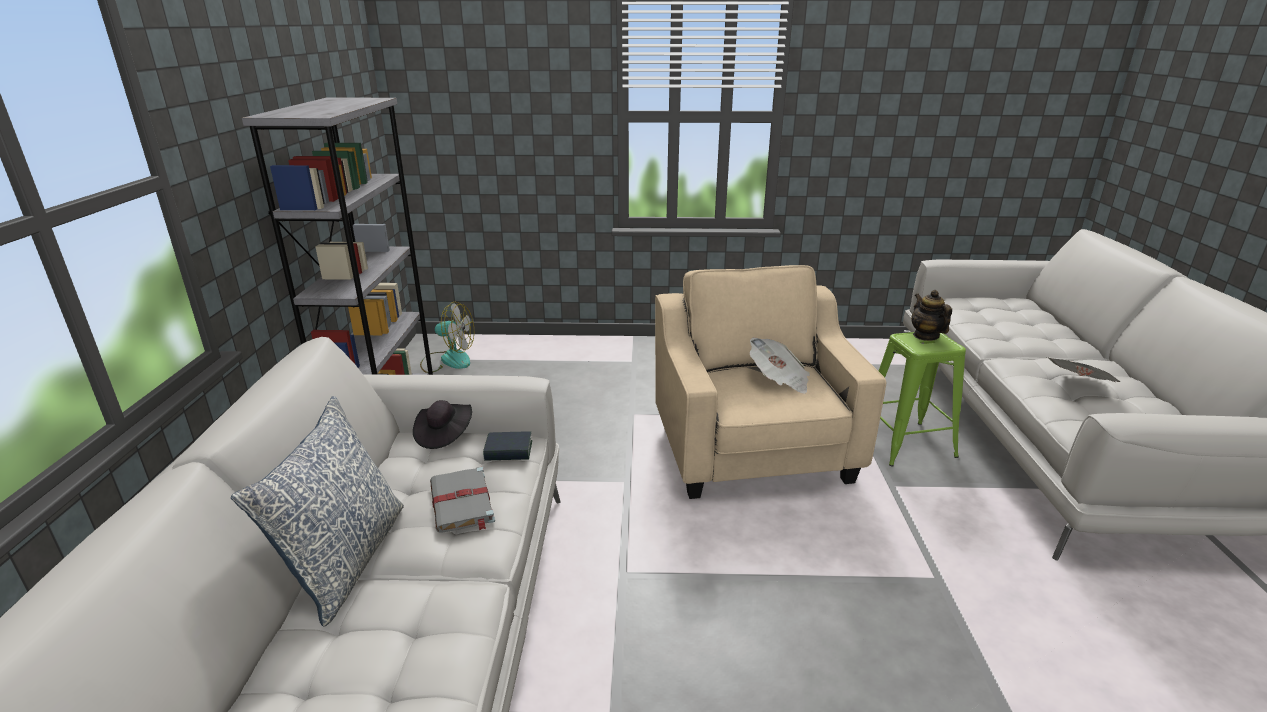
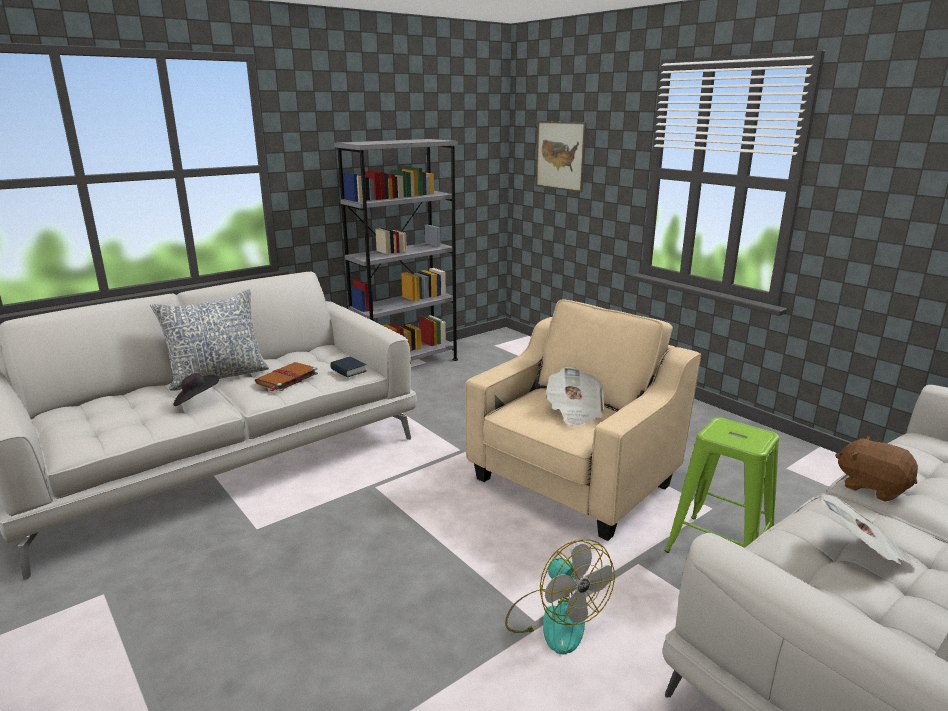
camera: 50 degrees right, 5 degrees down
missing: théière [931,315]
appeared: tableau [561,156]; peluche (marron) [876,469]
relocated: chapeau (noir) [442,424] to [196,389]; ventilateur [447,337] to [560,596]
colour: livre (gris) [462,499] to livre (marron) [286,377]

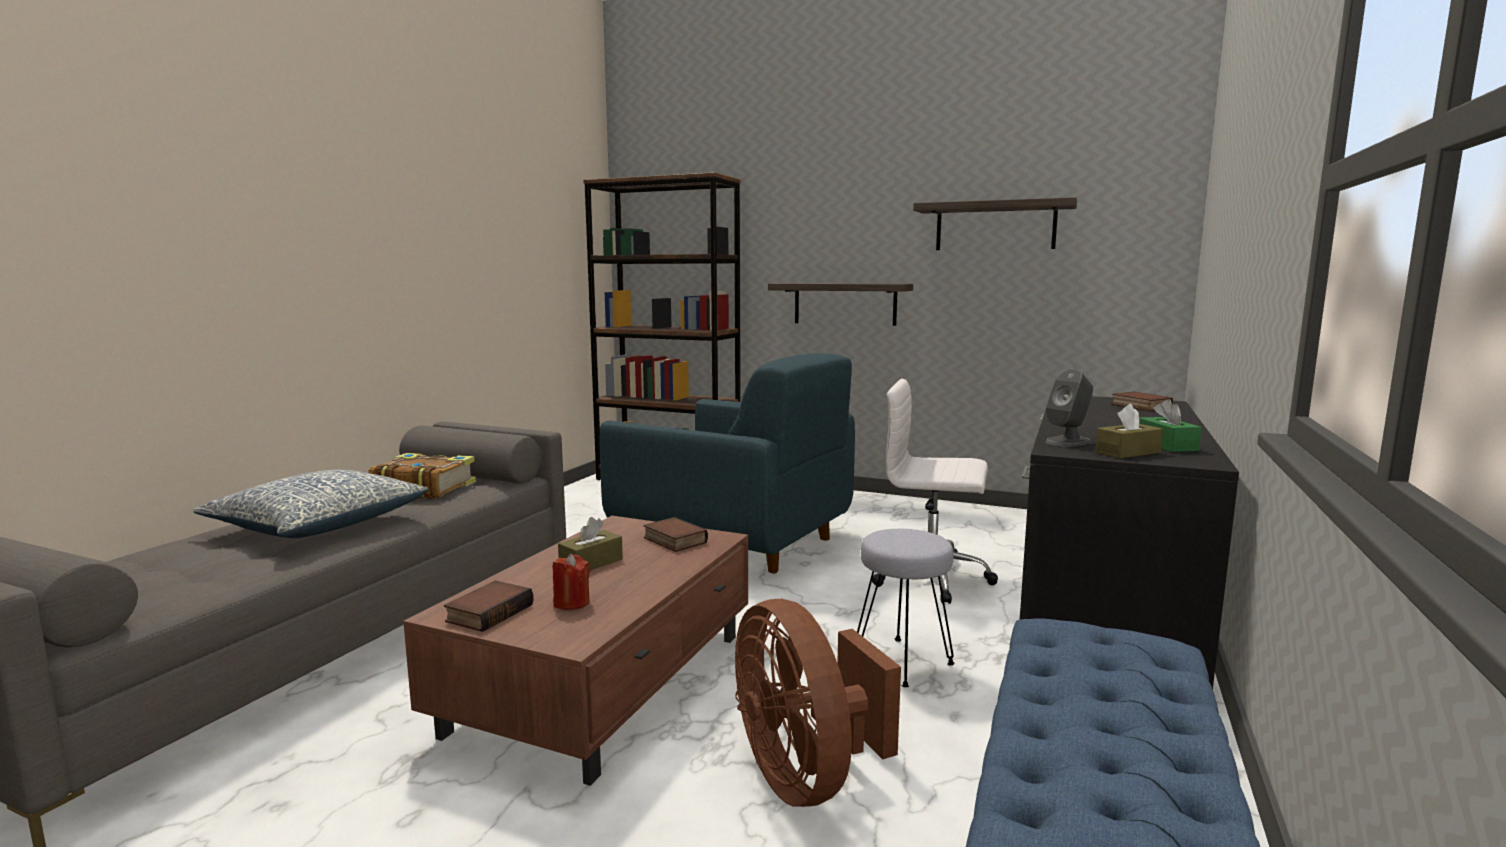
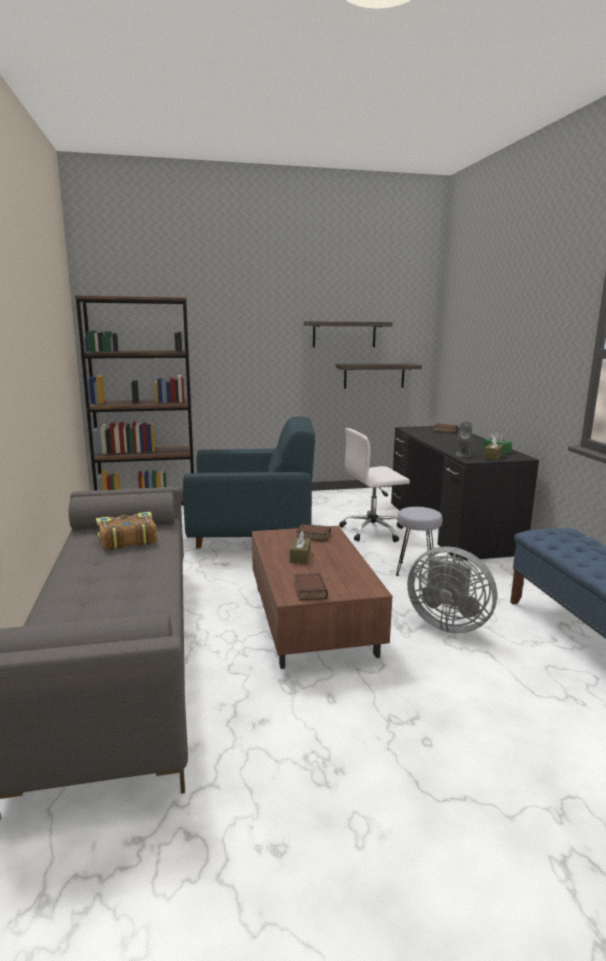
camera: 35 degrees left, 5 degrees up
missing: coussin [311,504]; bougie (rouge) [571,582]
relocated: étagère [840,304] to [379,376]
colour: ventilateur (marron) [818,703] to ventilateur (gris) [452,589]

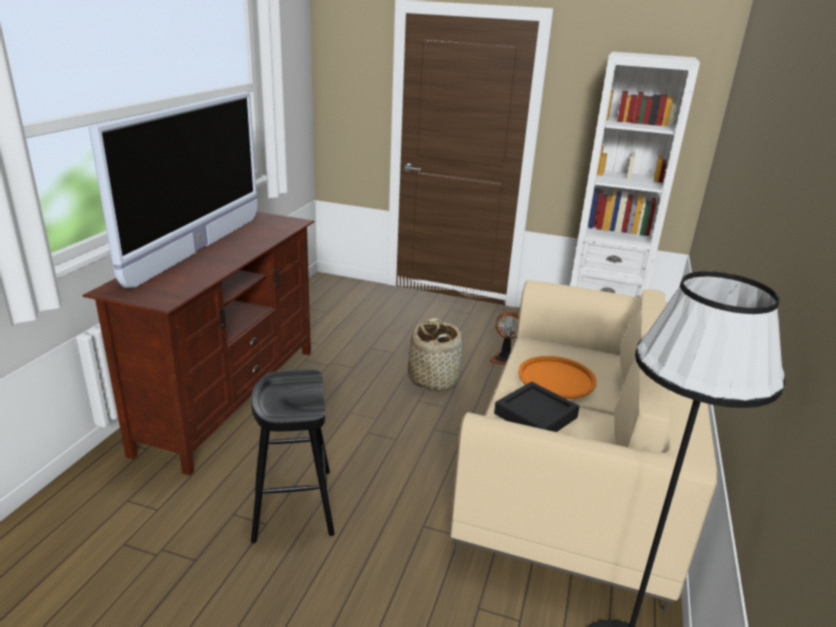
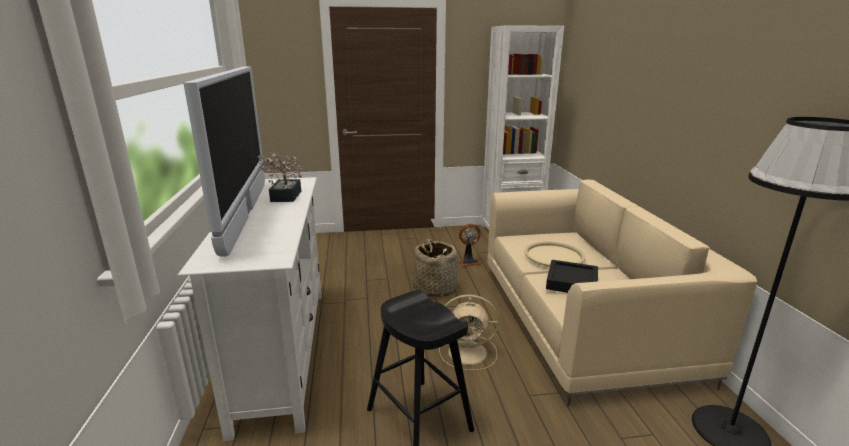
camera: 25 degrees left, 5 degrees down
appeared: plante en pot [280,177]; ventilateur (beige) [469,332]
colour: meuble télé (marron) [198,344] to meuble télé (blanc) [249,309]; plateau (orange) [557,377] to plateau (beige) [554,254]

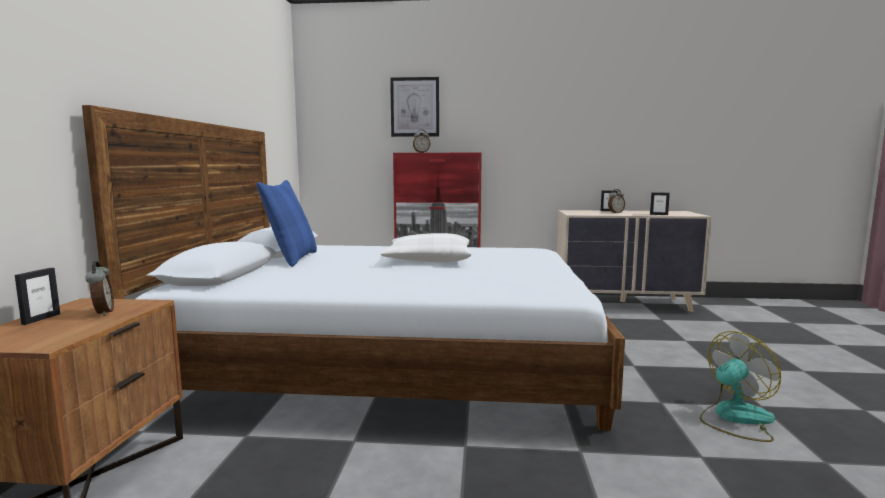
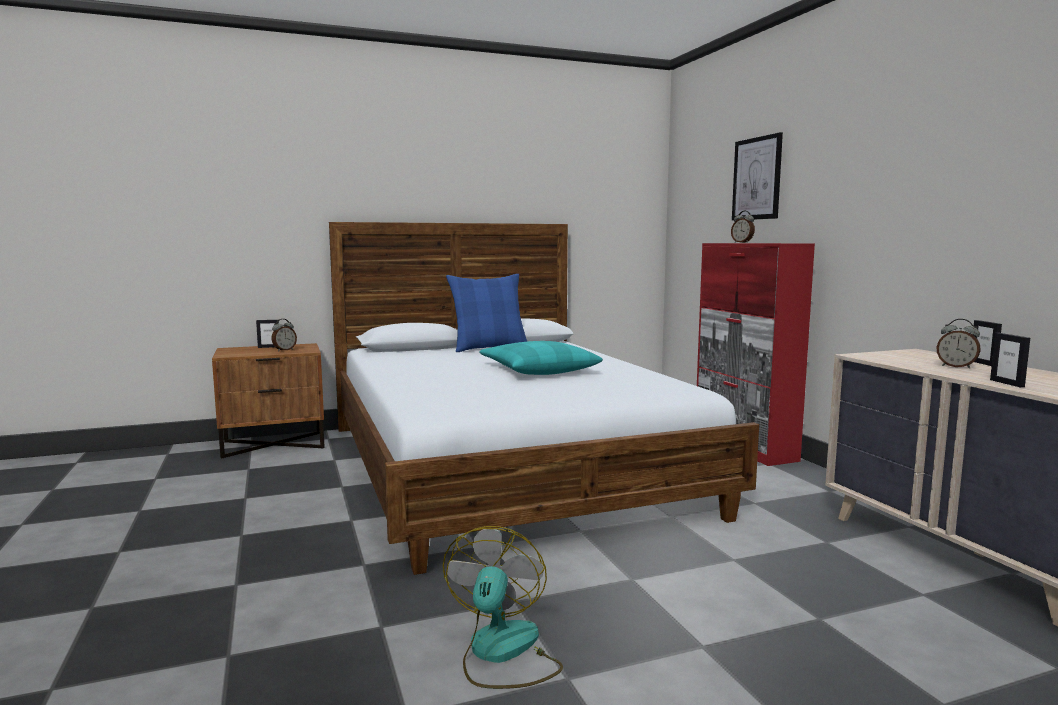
camera: 65 degrees right, 0 degrees up
colour: coussin (blanc) [426,247] to coussin (turquoise) [541,358]
spun: ventilateur [740,386] = [503,607] 120 degrees counterclockwise

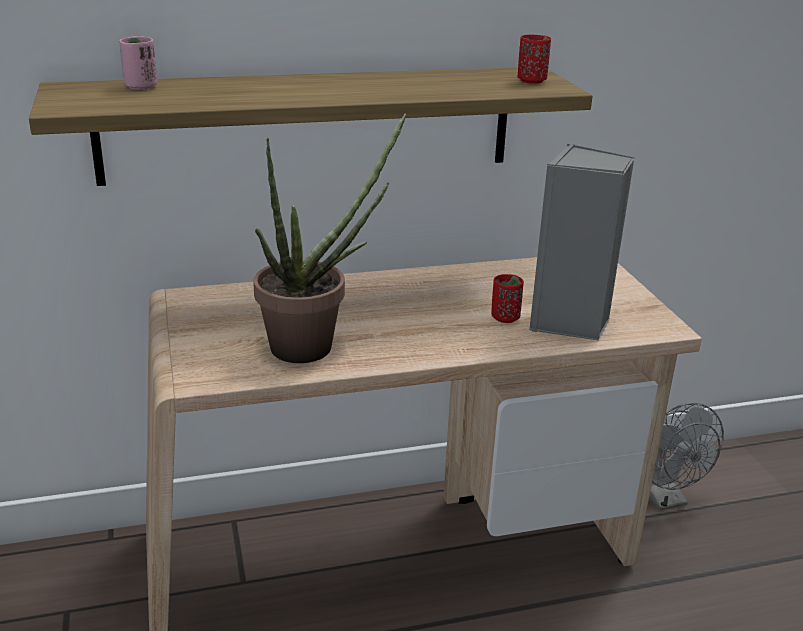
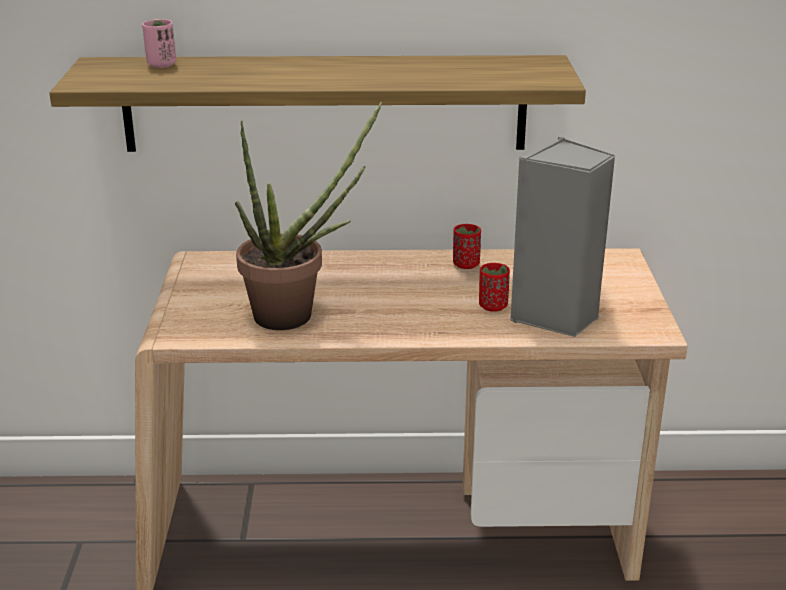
camera: 15 degrees right, 0 degrees up
missing: ventilateur (gris) [686,456]
relocated: tasse (rouge) [534,59] to [467,246]

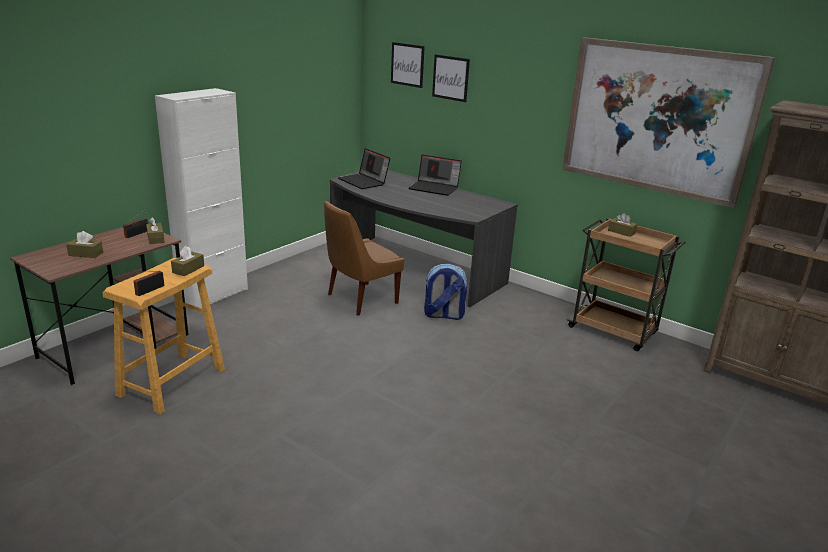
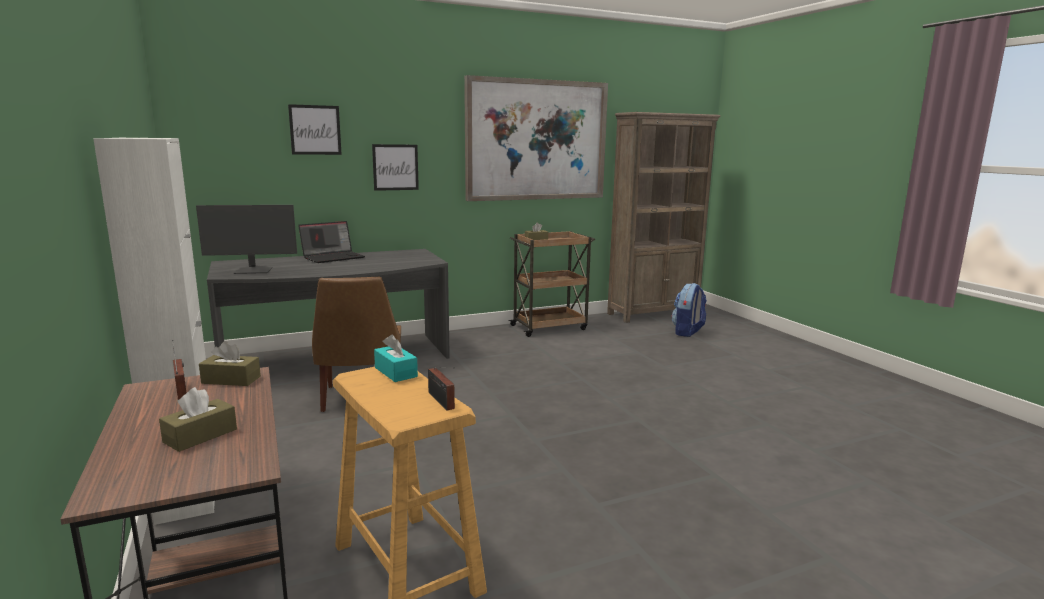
camera: 60 degrees left, 10 degrees down
relocated: tableau [408,65] to [395,167]; sac à dos [445,292] to [689,310]
exchanged: ordinateur portable [364,168] to écran d'ordinateur [246,239]
colour: boîte à mouchoirs (marron) [187,261] to boîte à mouchoirs (turquoise) [396,358]

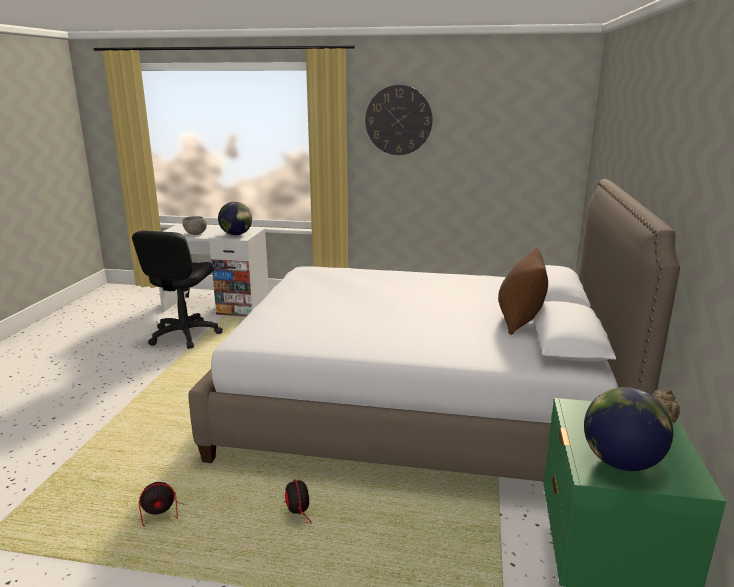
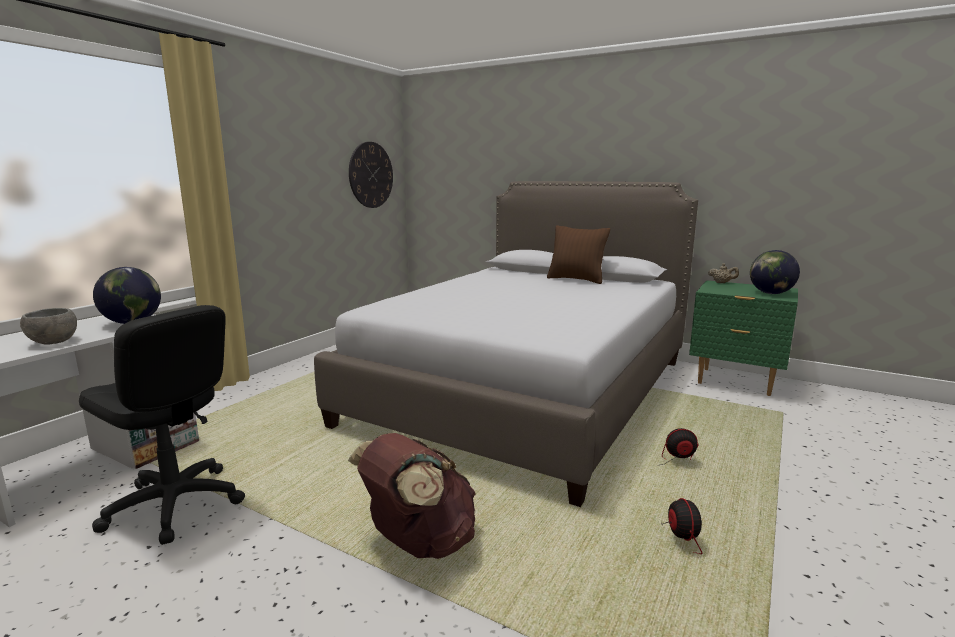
camera: 70 degrees left, 5 degrees down
appeared: sac à dos (marron) [412,496]
relocated: horloge murale [399,120] to [371,175]

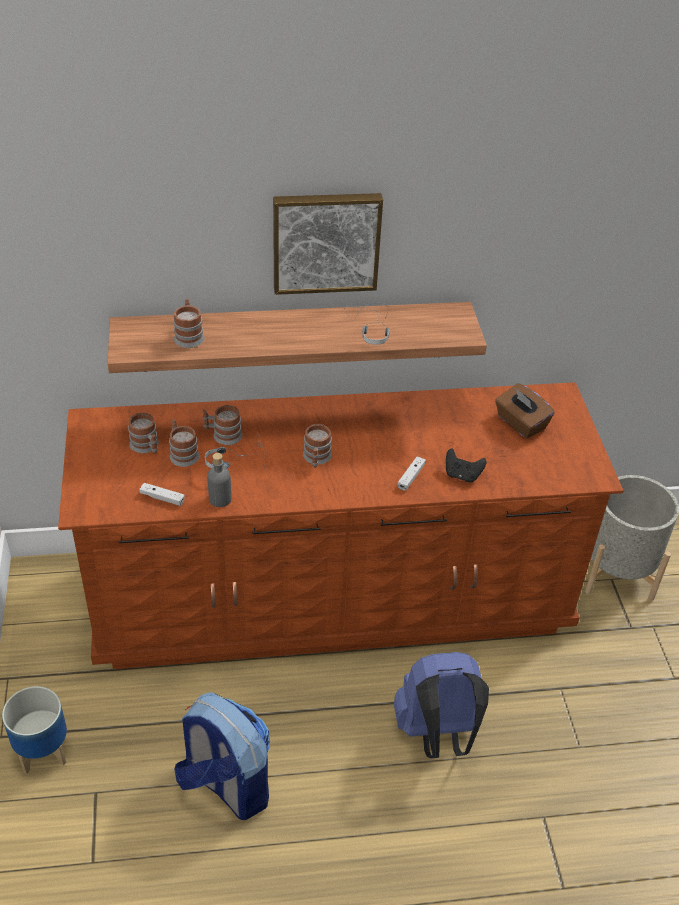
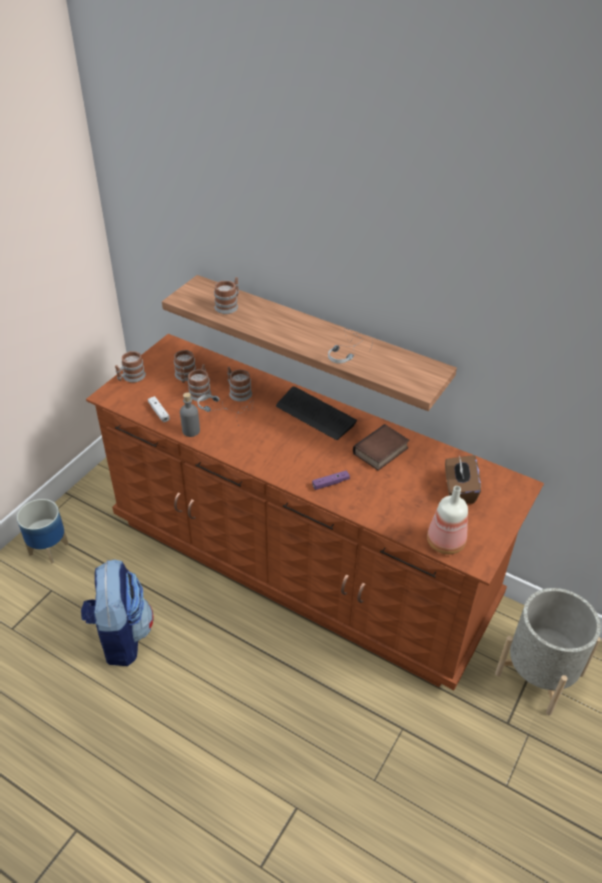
camera: 40 degrees right, 0 degrees up
missing: tableau [328,244]; sac à dos (bleu) [441,705]; manette (noir) [466,466]
appeared: clavier [316,413]; livre [381,447]; bouteille [447,520]
relocated: mug [317,446] to [130,366]
colour: manette (blanc) [412,473] to manette (violet) [331,480]

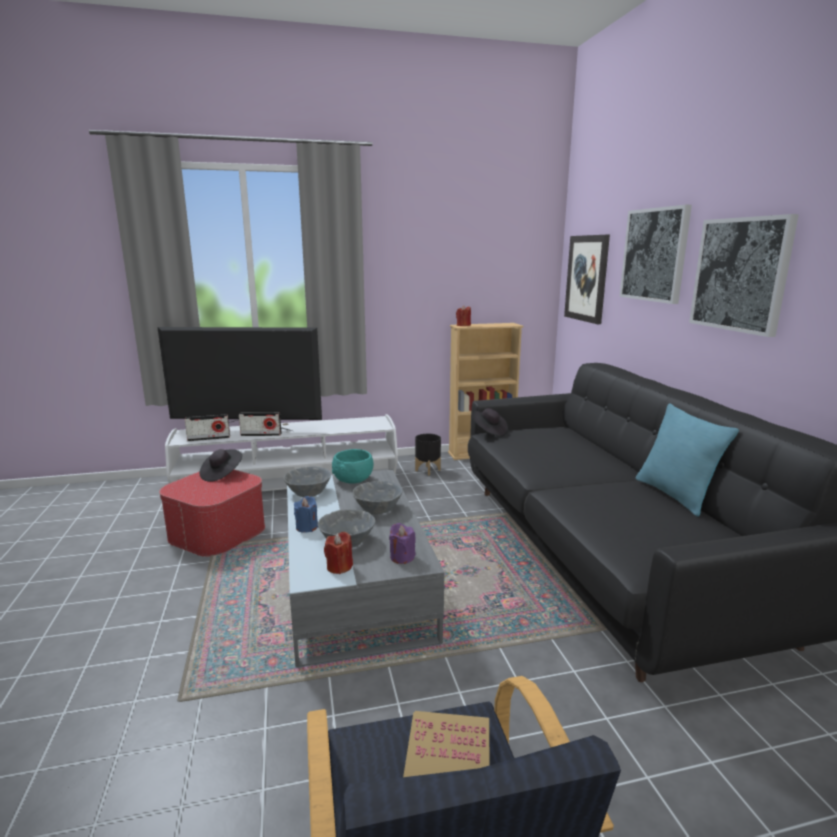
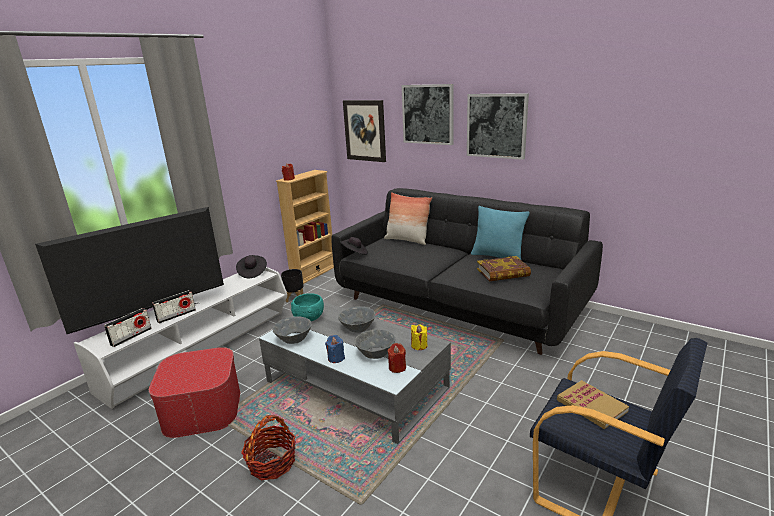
camera: 40 degrees left, 5 degrees up
appeared: panier [268,447]; coussin [408,218]; livre [504,268]
relocated: chapeau (noir) [221,465] to [251,266]
colour: bougie (violet) [402,543] to bougie (jaune) [419,337]

